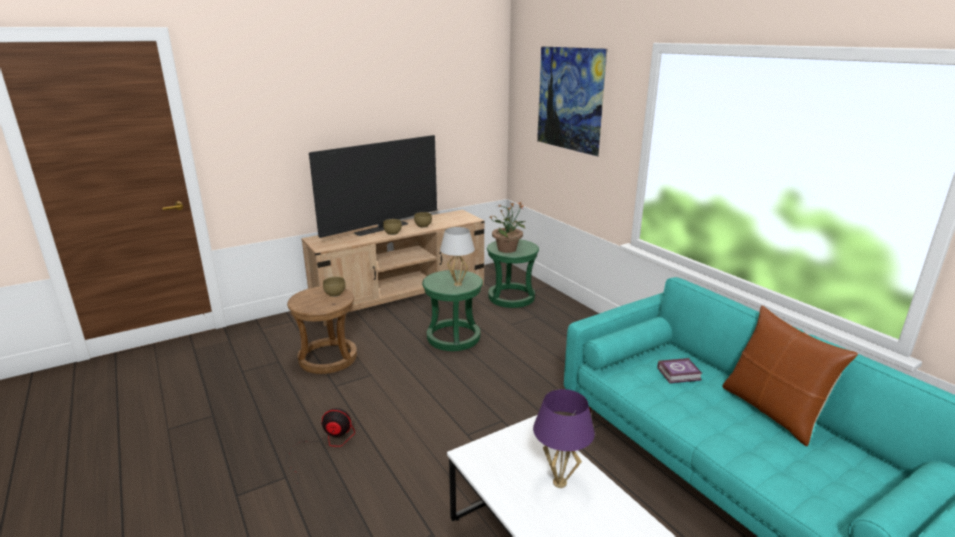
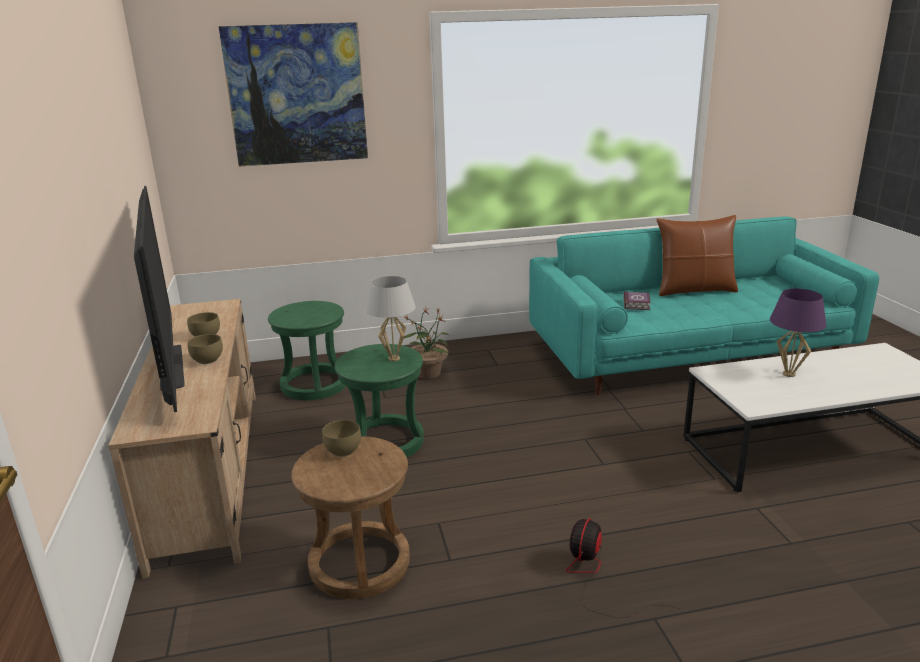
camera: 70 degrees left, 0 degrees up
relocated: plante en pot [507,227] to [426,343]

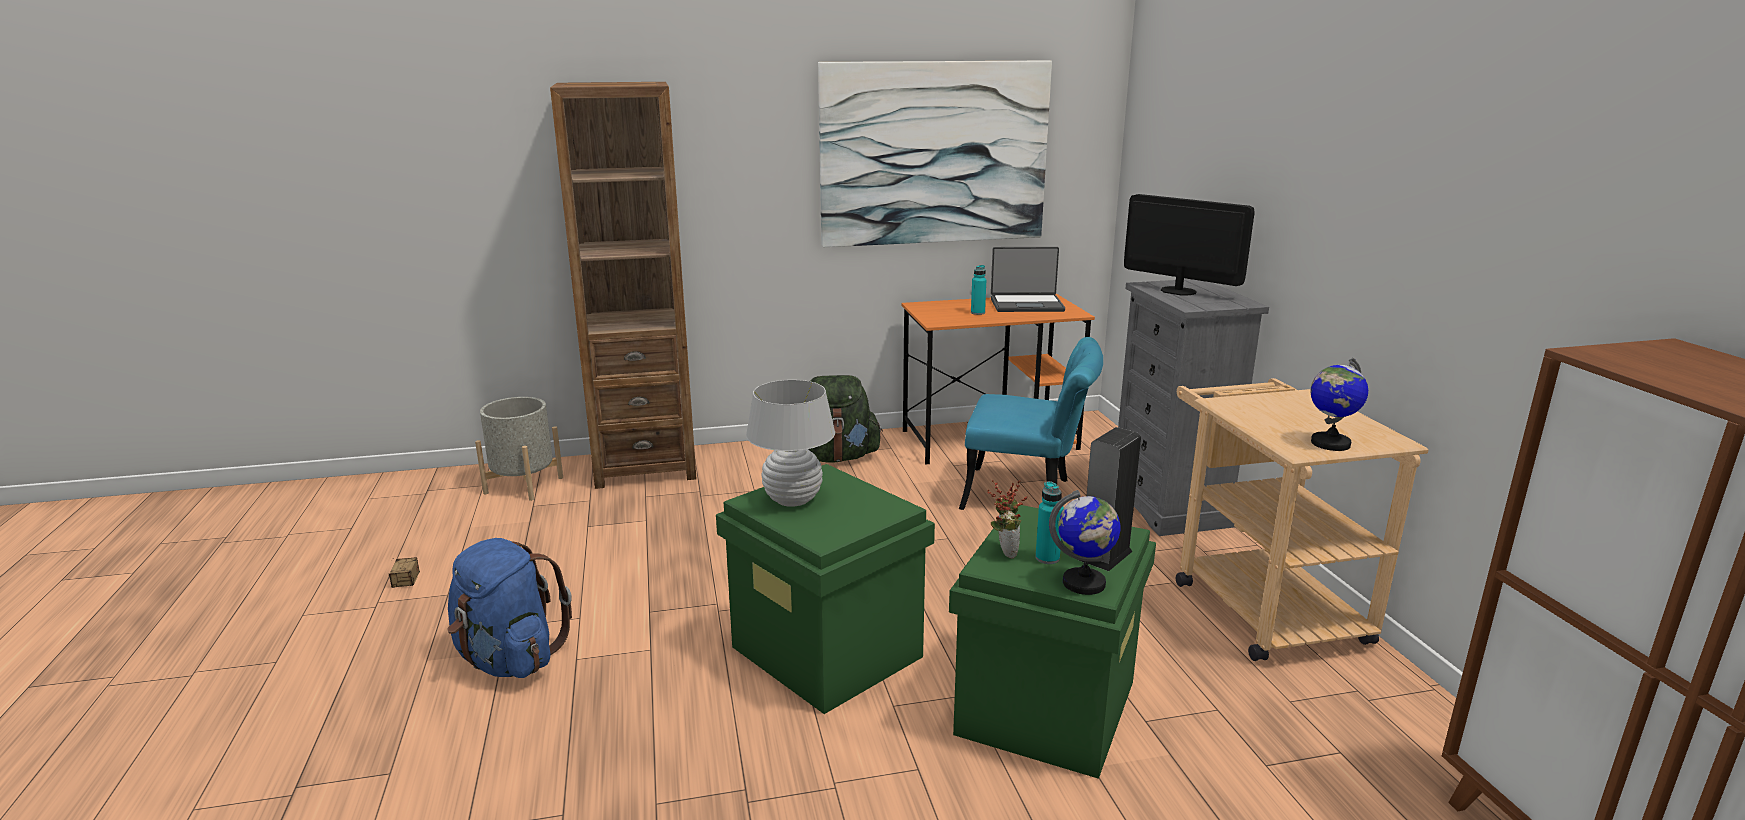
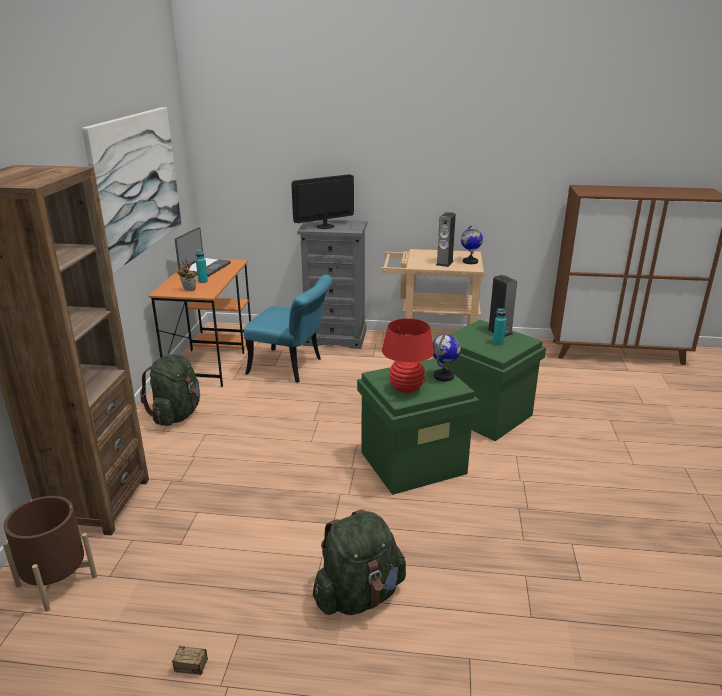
camera: 70 degrees left, 5 degrees up
appeared: enceinte [446,239]
relocated: plante en pot [1007,519] to [186,275]; globe [1084,542] to [447,357]
colour: sac à dos (bleu) [509,608] to sac à dos (vert) [359,562]; cache-pot (gris) [519,449] to cache-pot (marron) [50,554]; lampe de table (blanc) [790,443] to lampe de table (rouge) [408,355]
spun: chaise (turquoise) [1031,423] = [288,329] 75 degrees clockwise

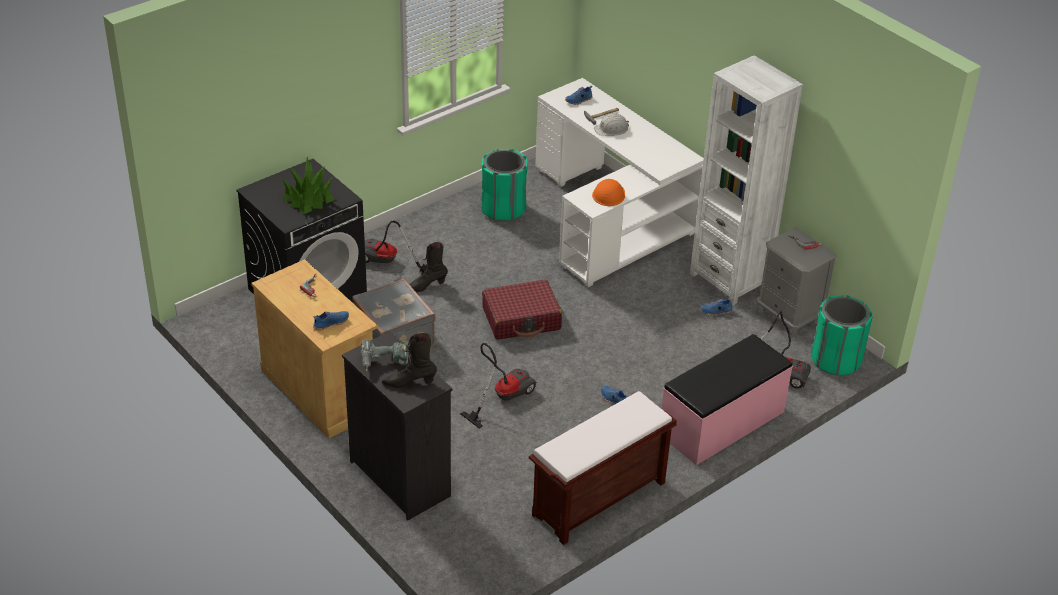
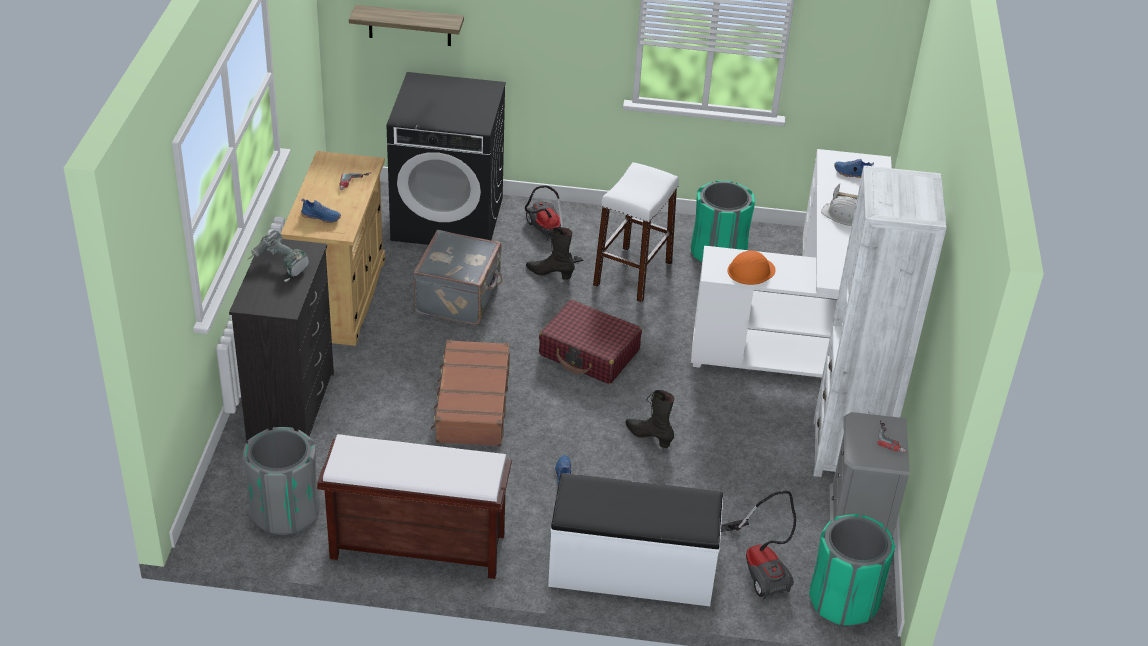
camera: 45 degrees right, 0 degrees up
missing: plante en pot [307,185]; chaussure (bleu) [717,307]
appeared: poubelle (gris) [281,481]; étagère [406,25]; tabouret (blanc) [636,232]
relocated: botte (noir) [409,360] to [650,419]
exchanged: aspirateur [498,386] to valise (marron) [470,393]
colour: banc (rose) [727,399] to banc (blanc) [635,539]

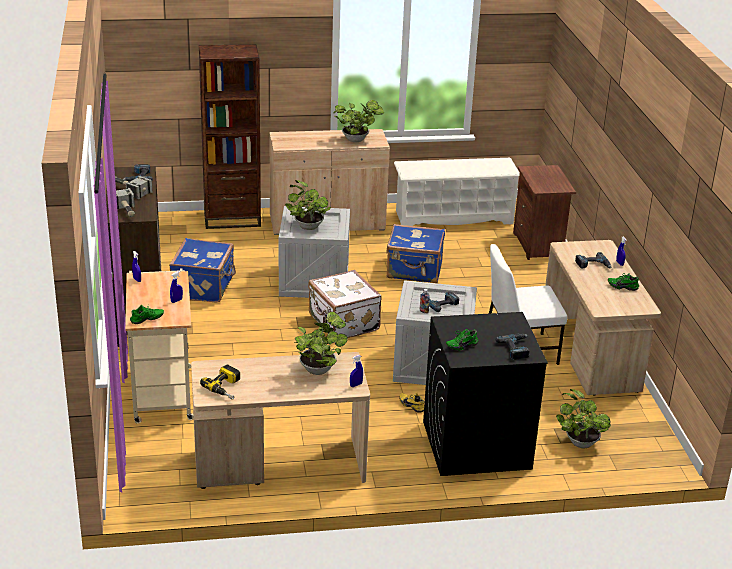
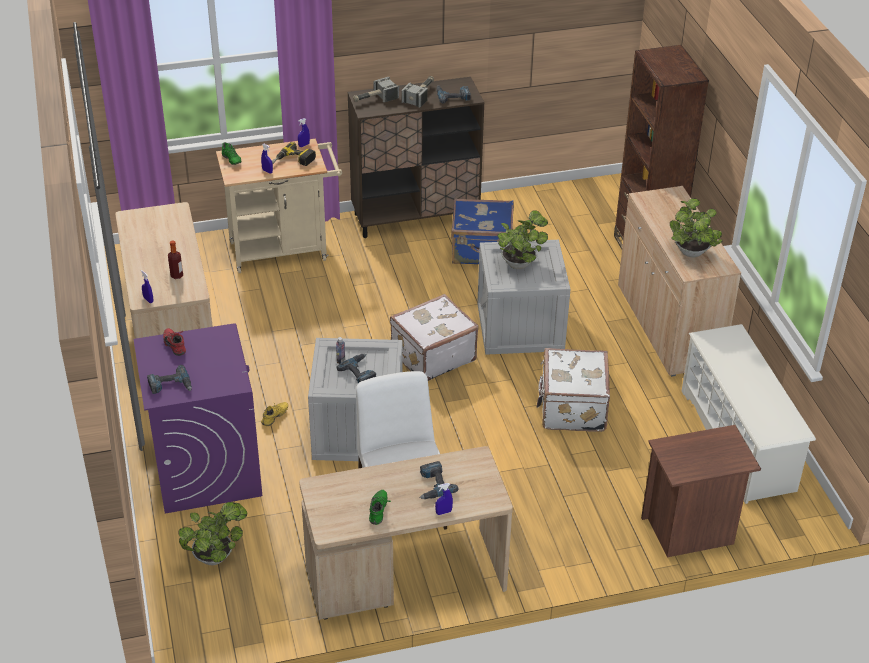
camera: 85 degrees right, 10 degrees up
relocated: perceuse [220,382] to [294,154]
exchanged: plante en pot [321,343] to bouteille [175,259]
colour: valise (bleu) [415,253] to valise (blanc) [573,390]; lave-linge (noir) [485,394] to lave-linge (violet) [197,418]; chaussure (vert) [462,340] to chaussure (rouge) [174,342]

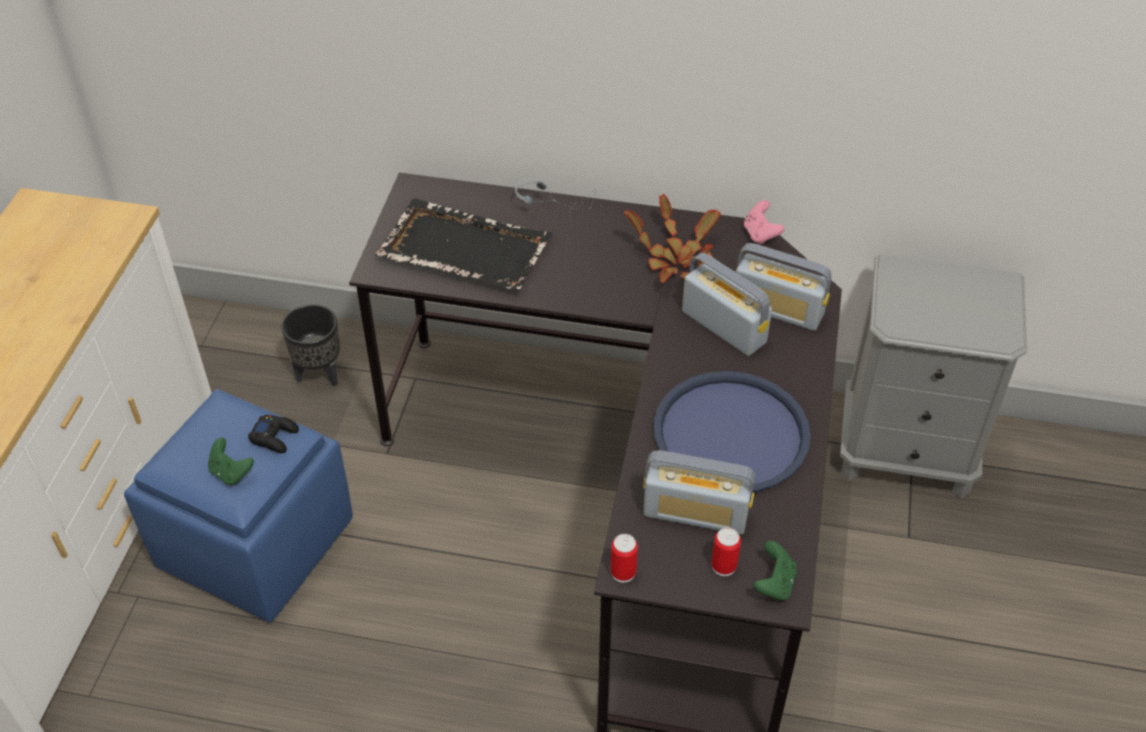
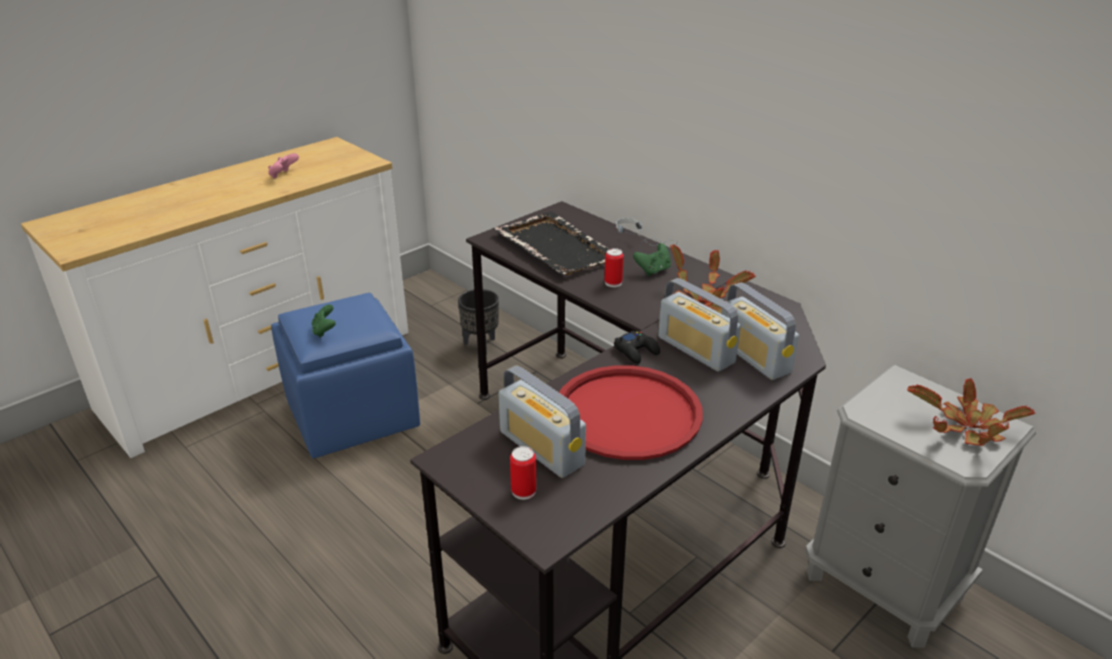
camera: 35 degrees right, 15 degrees down
appeared: plante en pot [971,412]
relocated: manette (noir) [273,434] to [637,347]; boîte métallique [624,558] to [614,267]; manette (rose) [764,222] to [283,166]; manette (vert) [775,571] to [652,259]
colour: plateau (bleu) [732,432] to plateau (rouge) [631,412]
spun: radio [727,304] = [699,325] 150 degrees clockwise

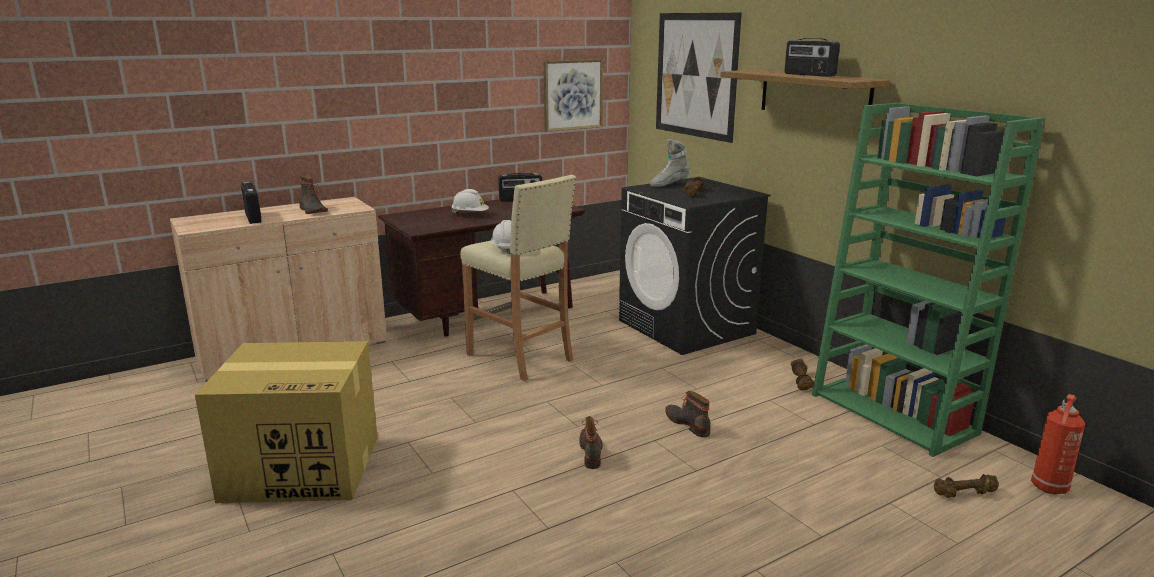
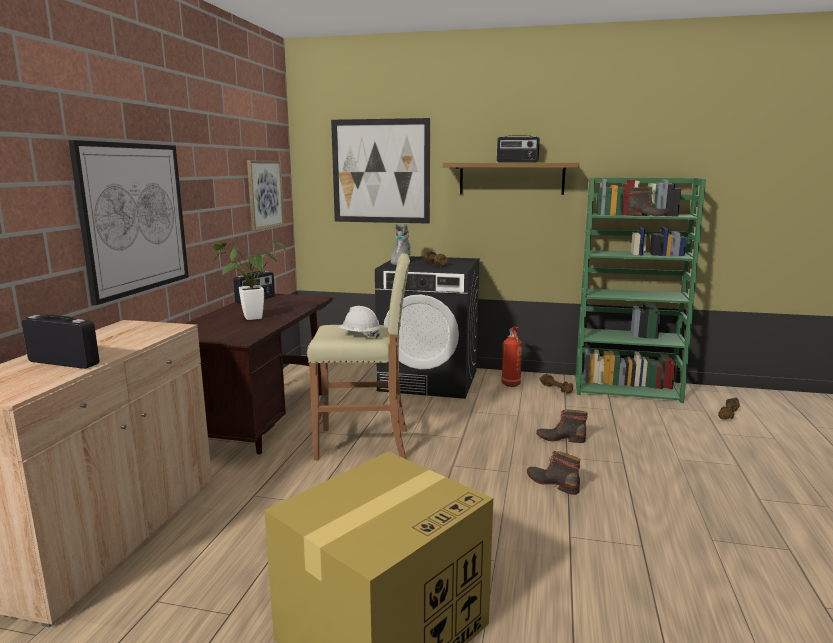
camera: 45 degrees left, 5 degrees down
appeared: tableau [128,222]
relocated: botte [313,194] to [648,201]; extincteur [1058,444] to [511,357]
exchanged: casque de chantier (blanc) [470,201] to plante en pot [248,280]

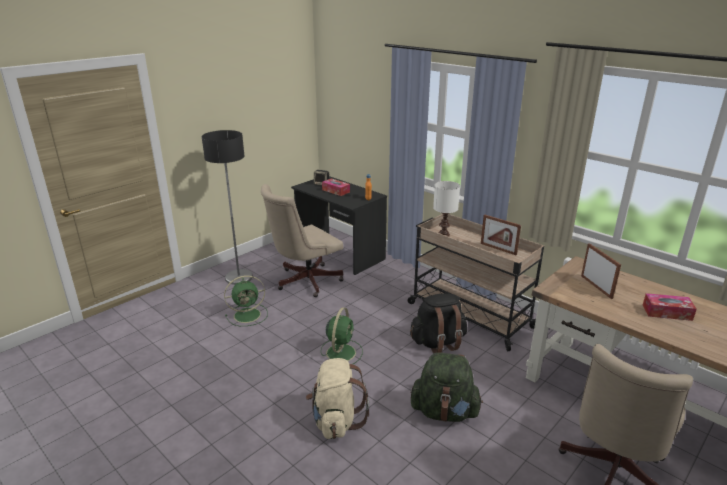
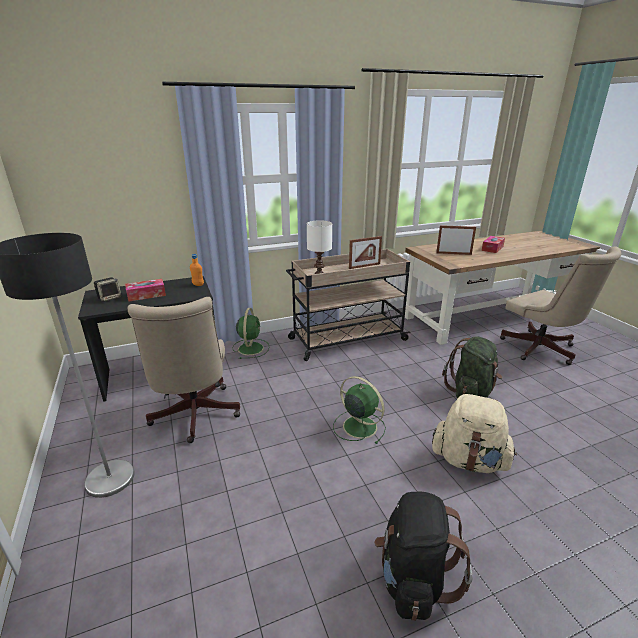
camera: 65 degrees left, 0 degrees up
relocated: ventilateur (vert) [246,300] to [251,333]; sac à dos (noir) [438,323] to [423,556]

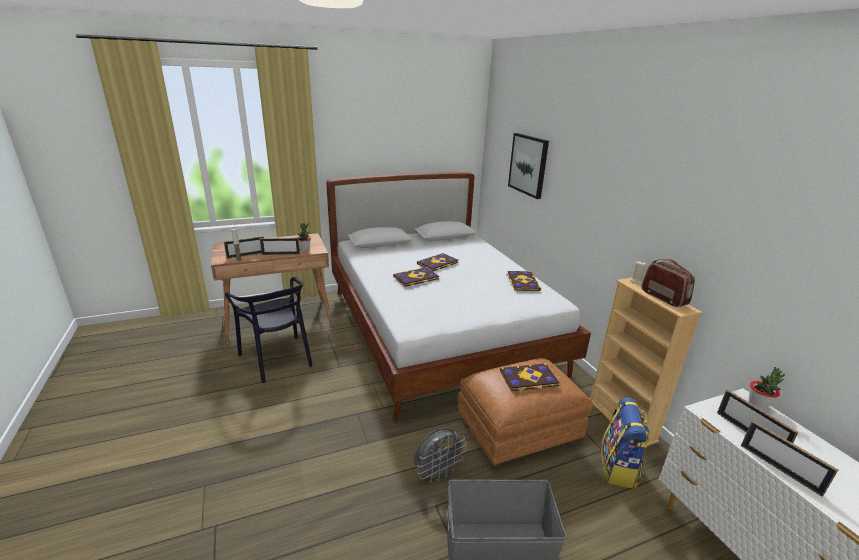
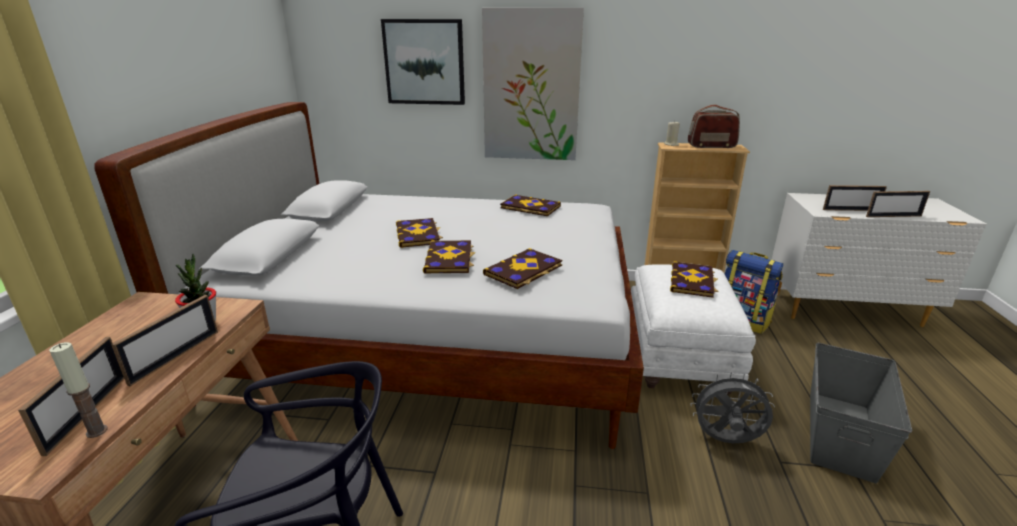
camera: 60 degrees left, 0 degrees up
missing: plante en pot [767,388]
appeared: tableau [533,84]; livre [522,268]
colour: pouf (marron) [525,414] to pouf (blanc) [693,329]
spun: ventilateur (gris) [440,455] = [732,407] 75 degrees counterclockwise

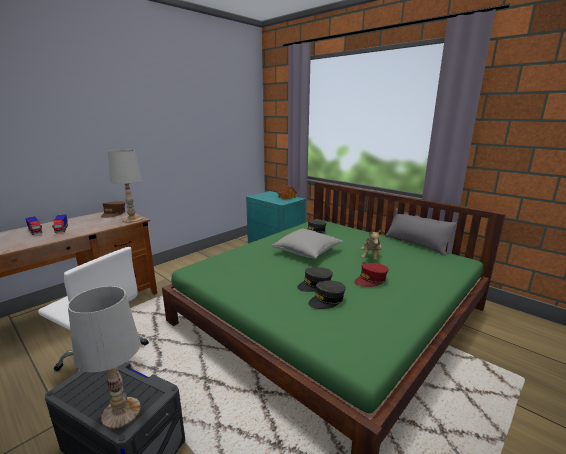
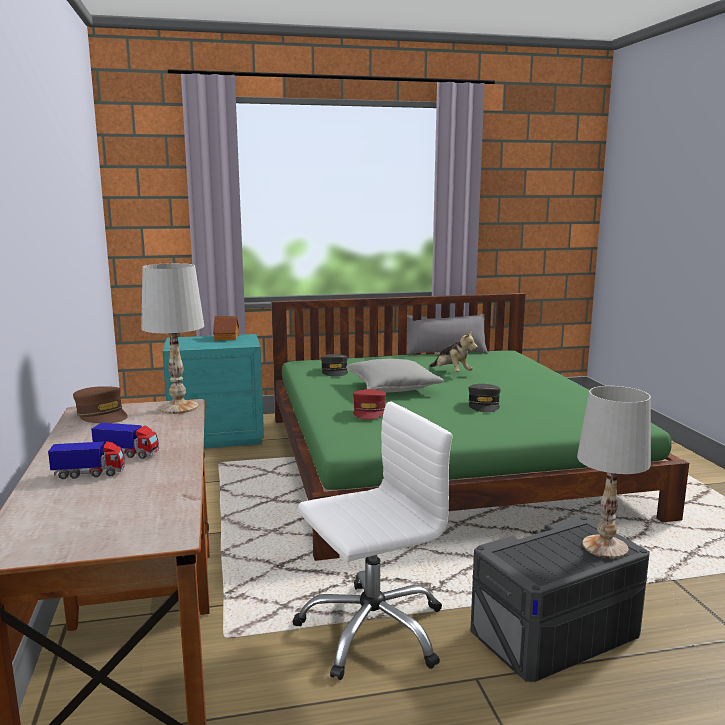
camera: 55 degrees left, 5 degrees down
missing: casquette (gris) [327,295]
relocated: casquette (rouge) [371,275] to [369,404]

